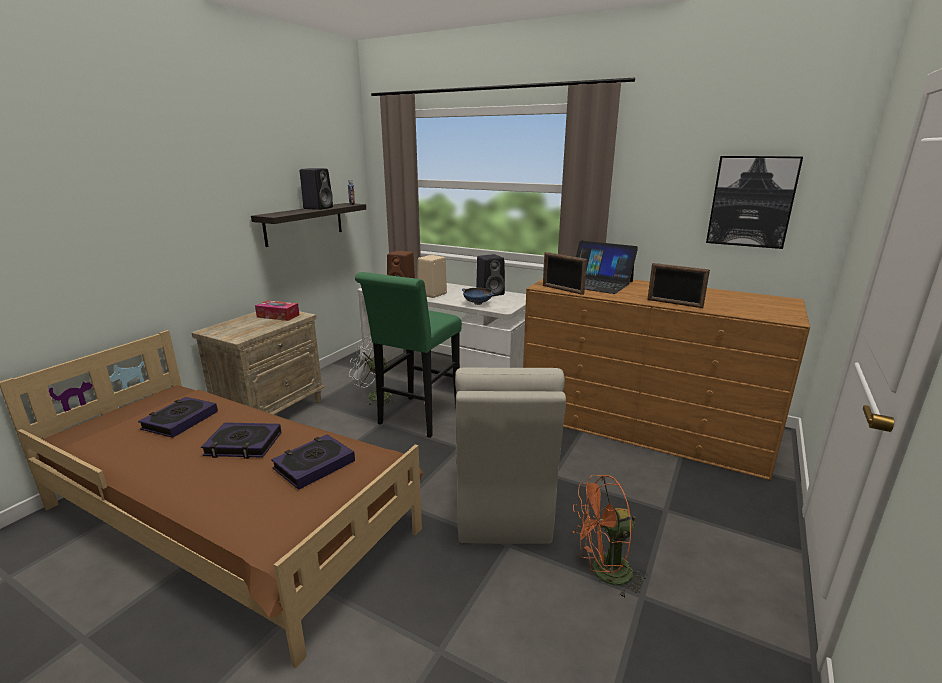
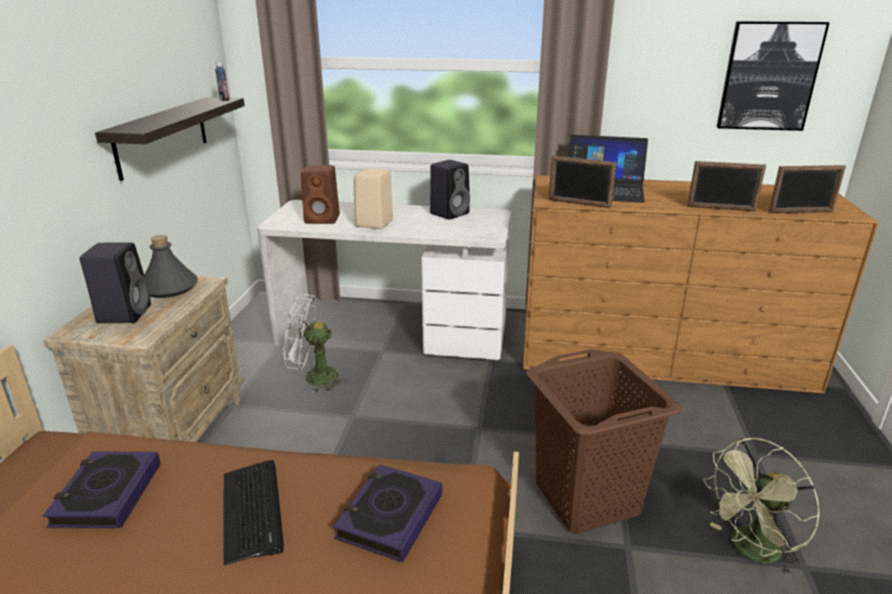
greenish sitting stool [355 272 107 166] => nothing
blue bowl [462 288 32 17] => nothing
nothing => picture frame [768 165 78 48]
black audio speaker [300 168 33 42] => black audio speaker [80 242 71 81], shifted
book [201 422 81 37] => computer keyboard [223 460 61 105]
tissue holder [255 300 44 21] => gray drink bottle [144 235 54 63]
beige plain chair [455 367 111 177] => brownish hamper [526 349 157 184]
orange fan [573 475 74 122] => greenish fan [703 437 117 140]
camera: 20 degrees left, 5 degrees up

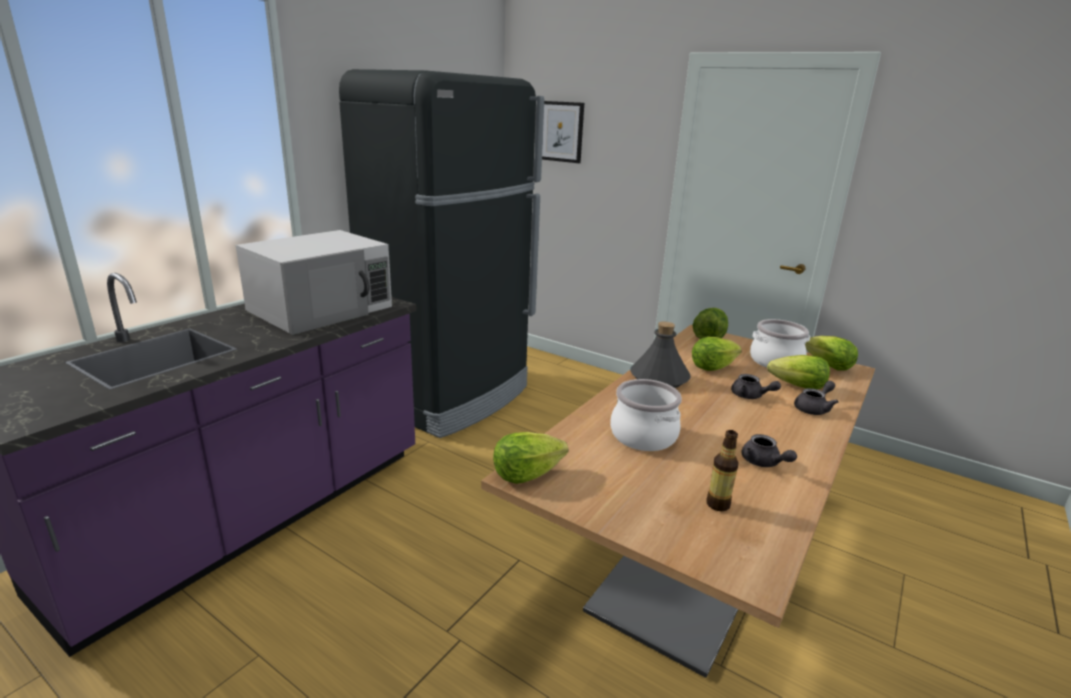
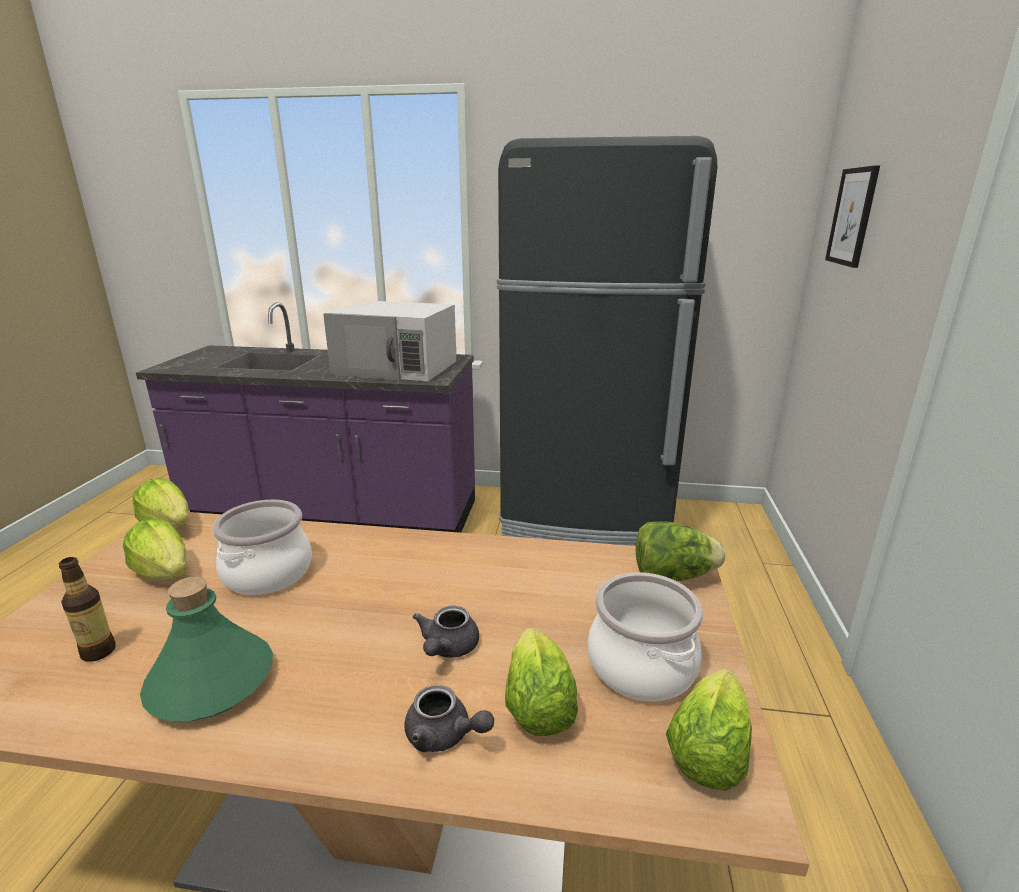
gray drink bottle [630 322 61 66] => nothing
lettuce head [692 337 50 34] => lettuce head [123 518 64 62], shifted
gray pot for tea [741 434 56 33] => greenish drink bottle [140 577 133 144]
camera: 65 degrees right, 0 degrees up

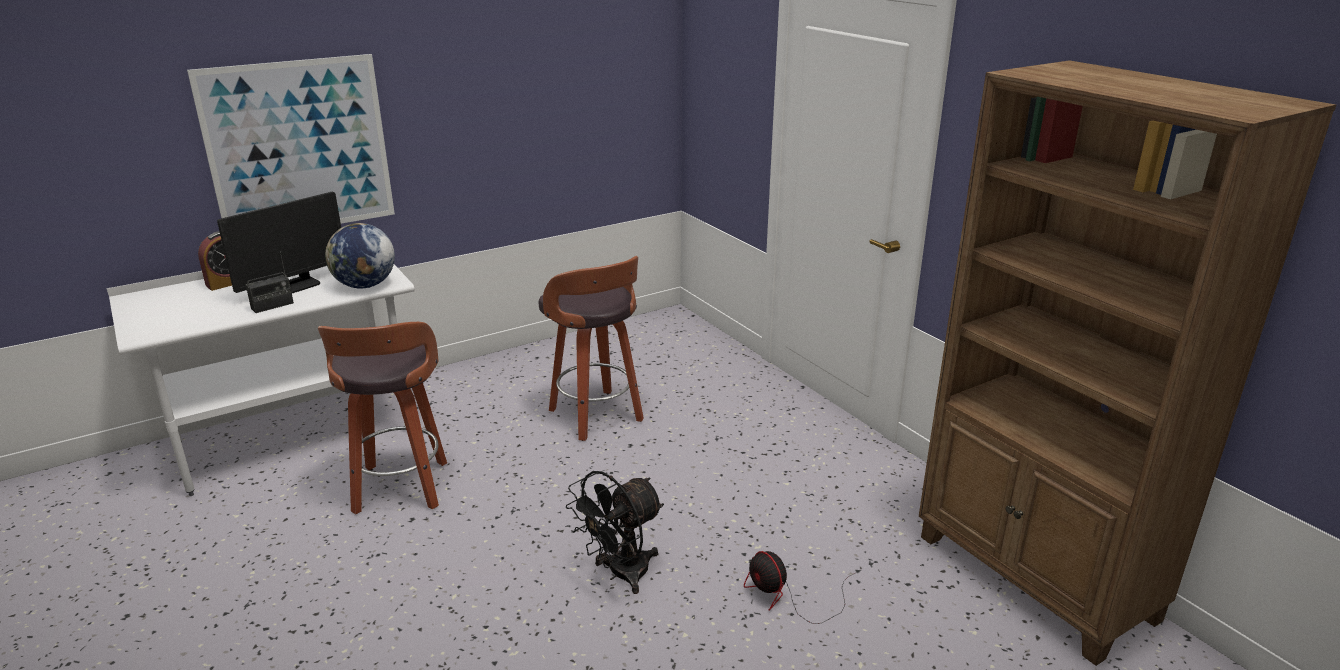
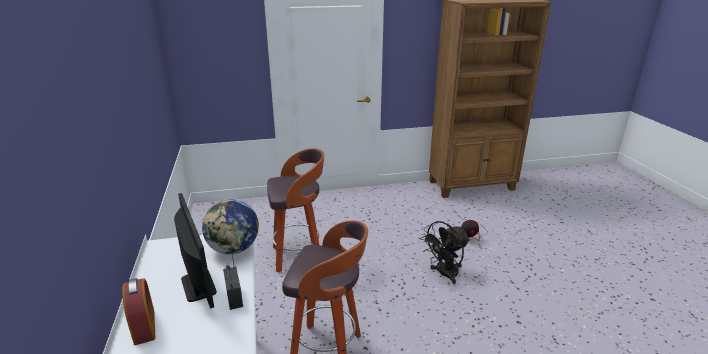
wall picture [187 54 208 170] => nothing
black fan [566 471 98 123] => black fan [420 221 50 63], 75 degrees clockwise
camera: 70 degrees left, 0 degrees up

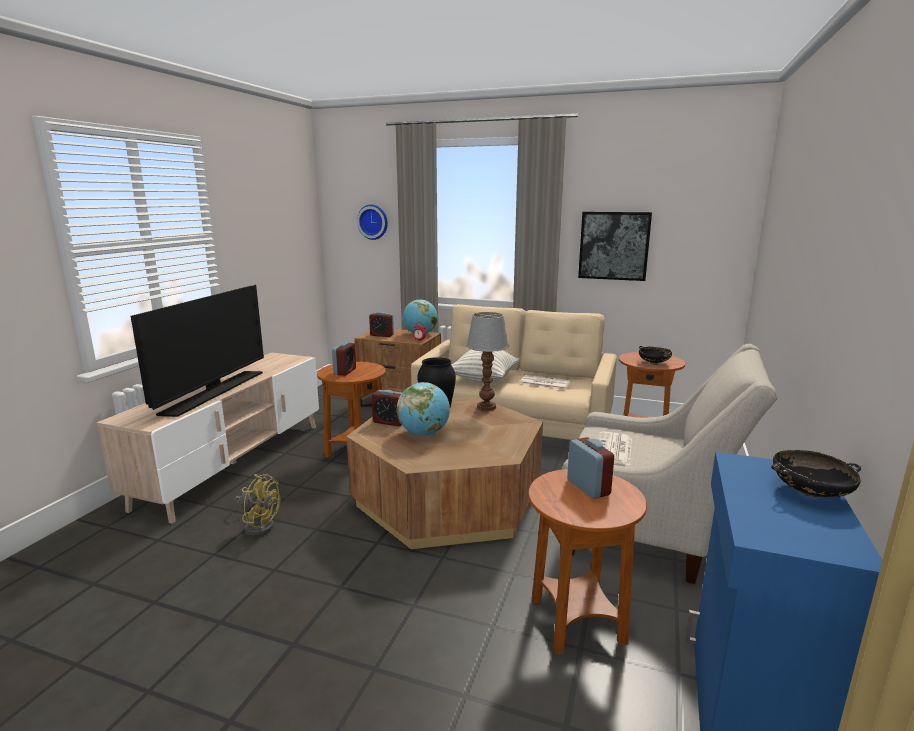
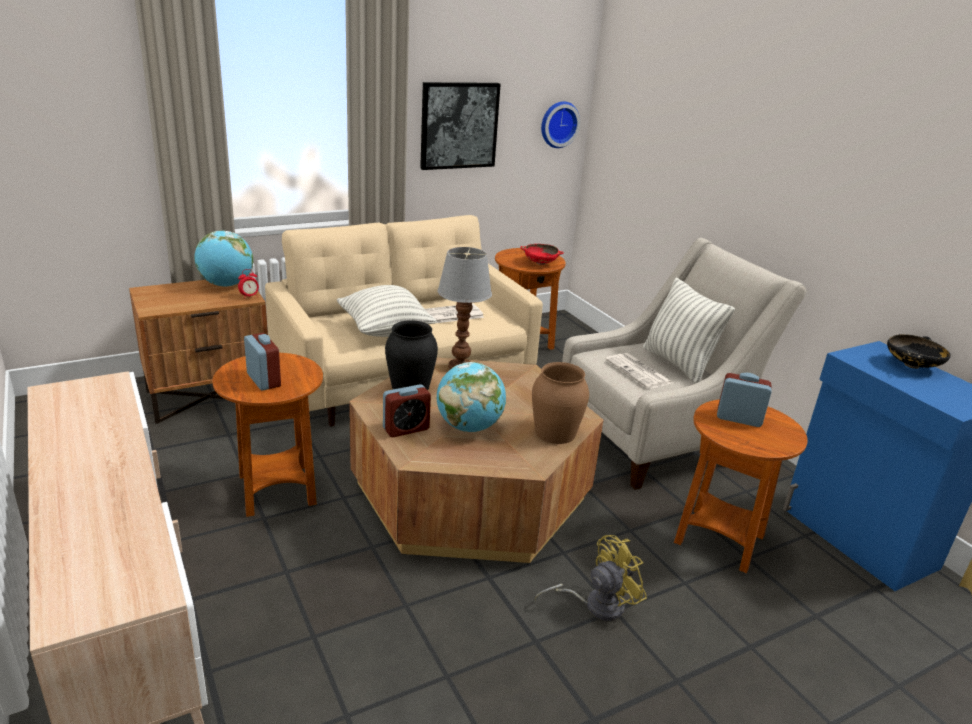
TV set [131 285 133 132] => nothing
bedside clock [369 312 25 25] => nothing
nothing => brownish flower vase [532 362 57 82]
nothing => cushion [643 278 92 105]
yellowish fan [235 474 45 63] => yellowish fan [535 535 112 86], shifted
wall clock [357 204 31 36] => wall clock [541 101 39 47], shifted
black bowl [639 346 33 19] => red bowl [520 244 44 21]
camera: 50 degrees left, 10 degrees up

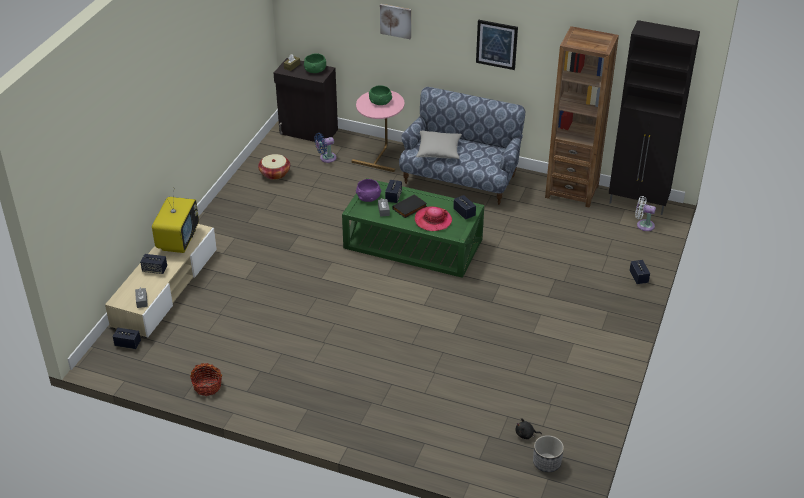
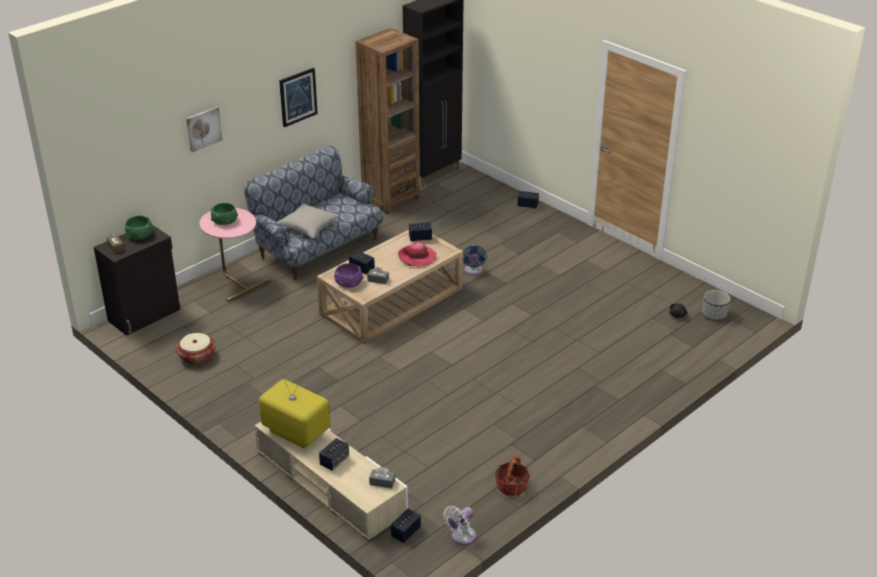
black book [392 194 35 24] => nothing
blue fan [314 133 23 30] => blue fan [463 245 24 30], shifted
white-coloured fan [635 196 21 35] => white-coloured fan [443 506 33 39], shifted
greenish coffee table [342 178 142 100] => beige coffee table [317 230 146 114]
camera: 65 degrees left, 5 degrees down

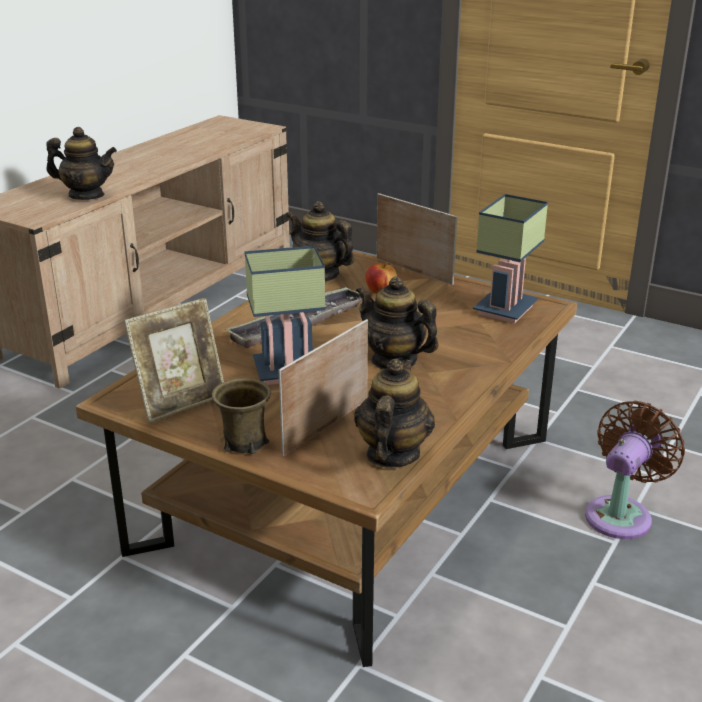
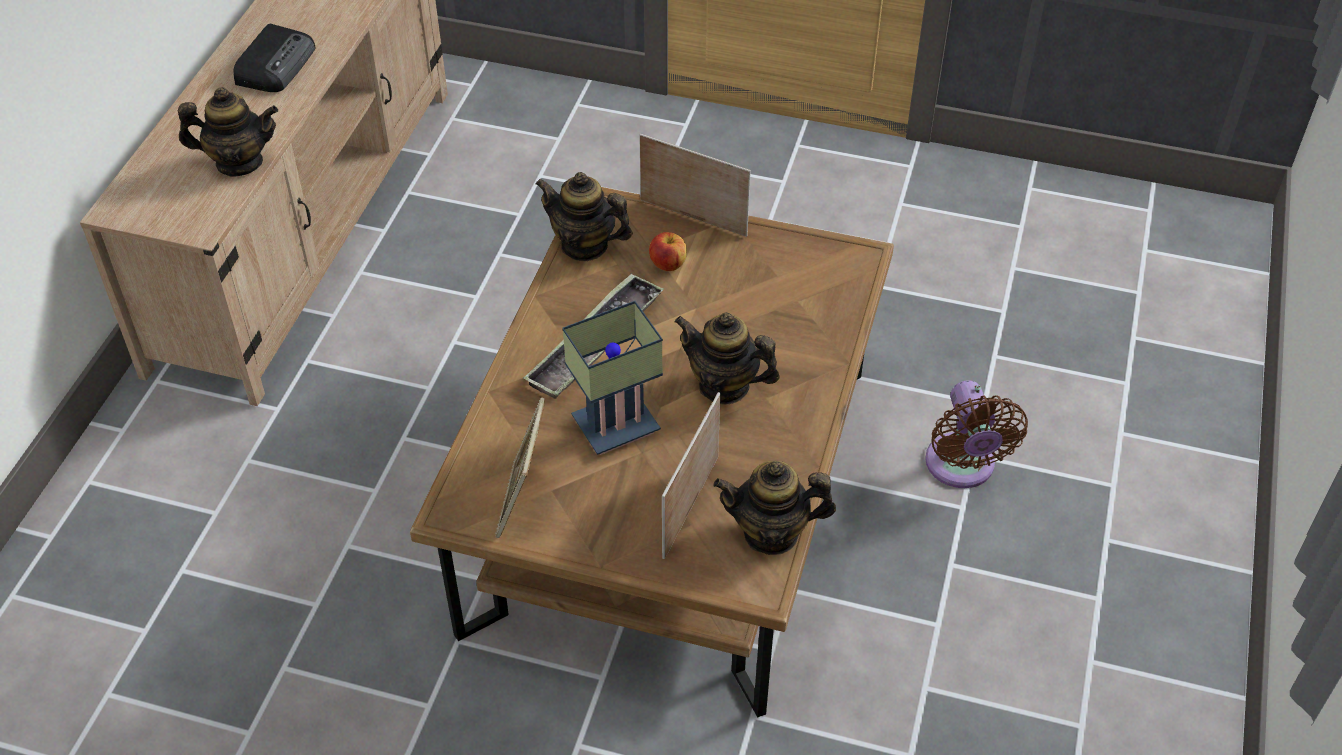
brownish coffee mug [212 378 59 76] => nothing
table lamp [473 194 75 129] => nothing
nothing => radio set [233 24 82 68]
picture frame [124 298 100 125] => picture frame [495 397 50 141], 150 degrees clockwise
pot for tea [354 359 81 109] => pot for tea [713 461 123 94], 90 degrees counterclockwise
brownish fan [585 401 100 138] => brownish fan [925 380 103 108], 150 degrees clockwise
camera: 15 degrees left, 20 degrees up

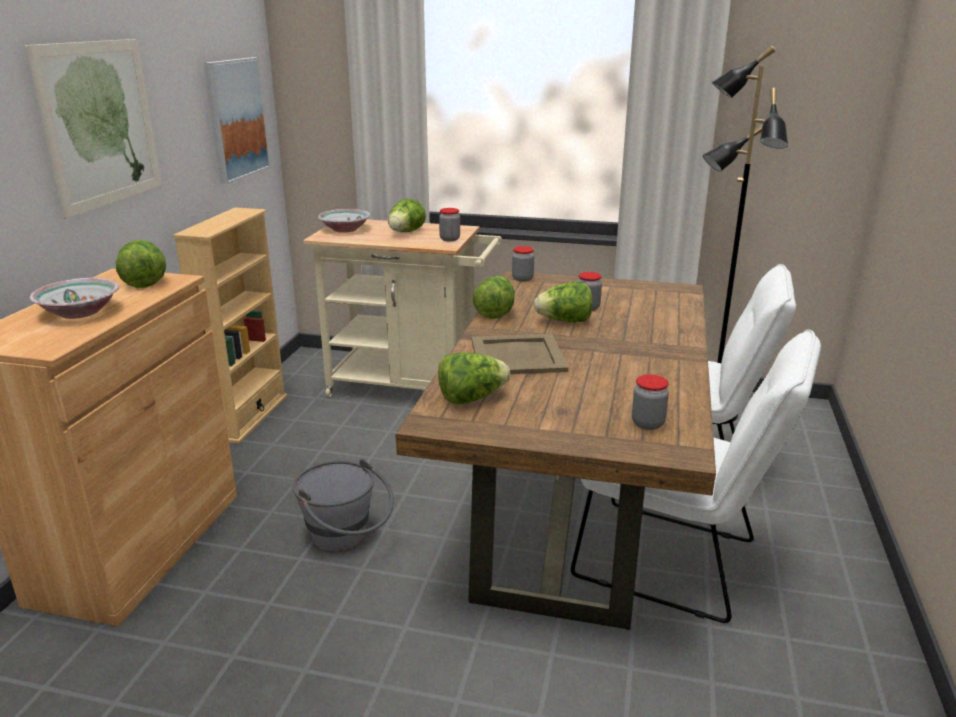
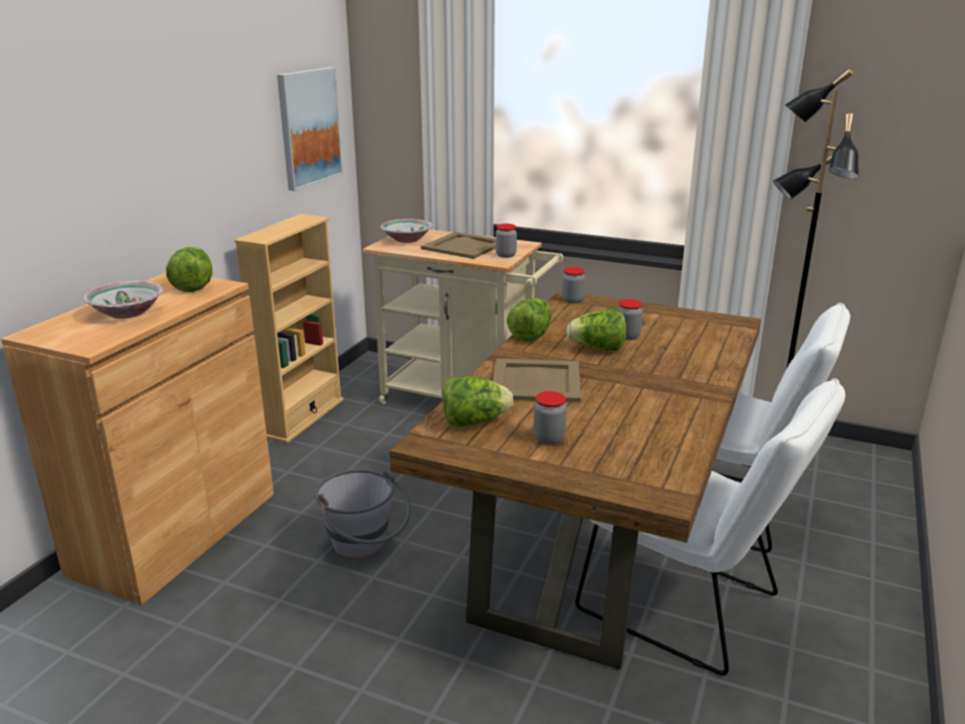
wall picture [25 39 137 180] => nothing
preserve jar [632 375 37 55] => preserve jar [533 391 34 54], shifted
lettuce head [388 199 38 33] => beige serving tray [421 232 75 27]
camera: 10 degrees right, 0 degrees up

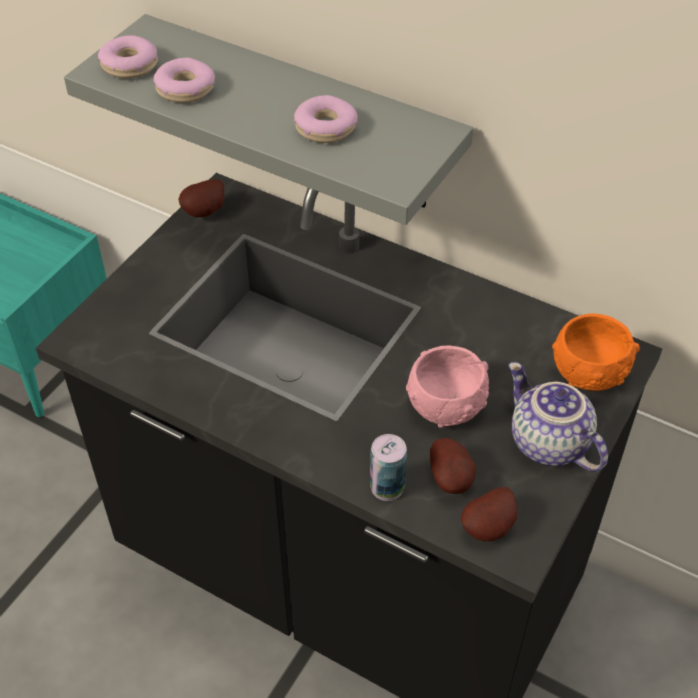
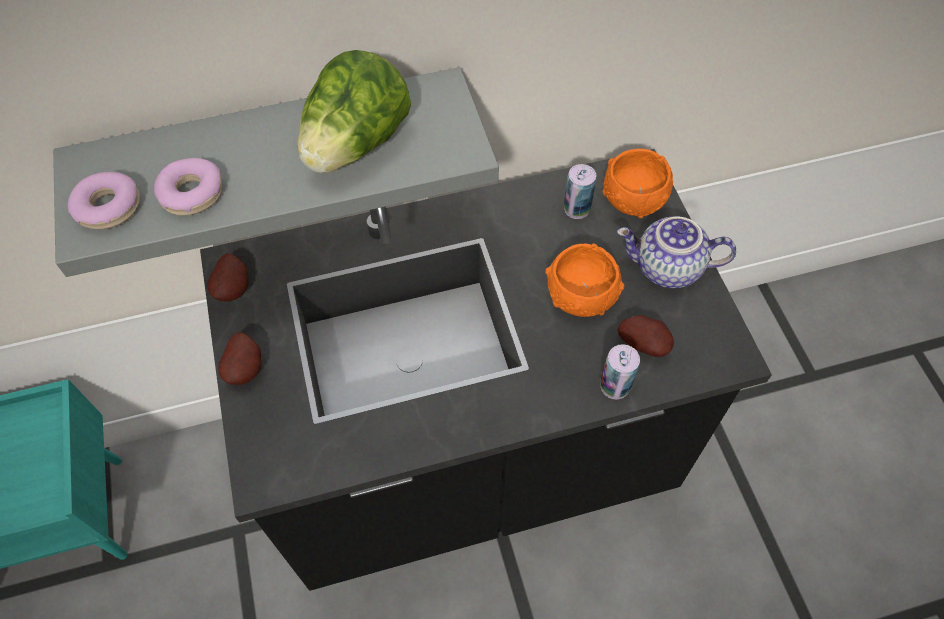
nothing => metal can [564 164 32 55]
potato [461 487 56 54] => potato [218 332 44 53], shifted
doughnut [294 95 64 48] => lettuce head [298 50 113 123]
pink-coloured bowl [406 345 83 83] => orange bowl [545 243 79 74]
camera: 45 degrees left, 10 degrees up

